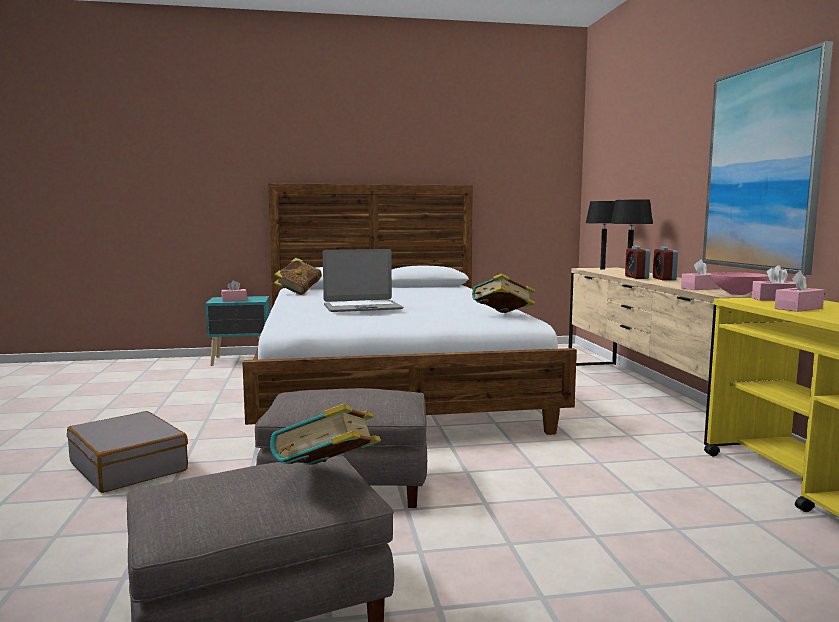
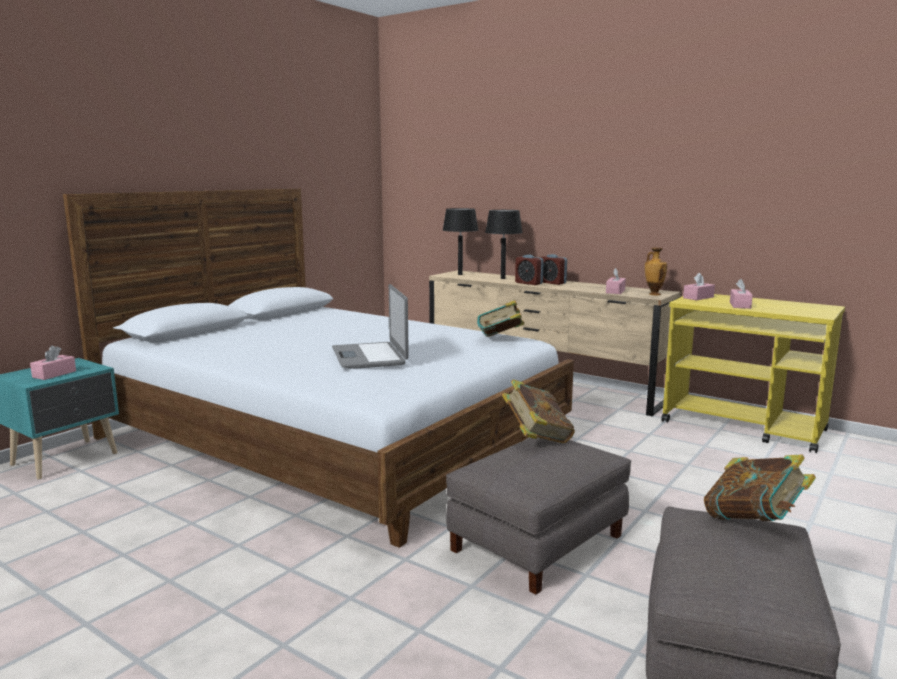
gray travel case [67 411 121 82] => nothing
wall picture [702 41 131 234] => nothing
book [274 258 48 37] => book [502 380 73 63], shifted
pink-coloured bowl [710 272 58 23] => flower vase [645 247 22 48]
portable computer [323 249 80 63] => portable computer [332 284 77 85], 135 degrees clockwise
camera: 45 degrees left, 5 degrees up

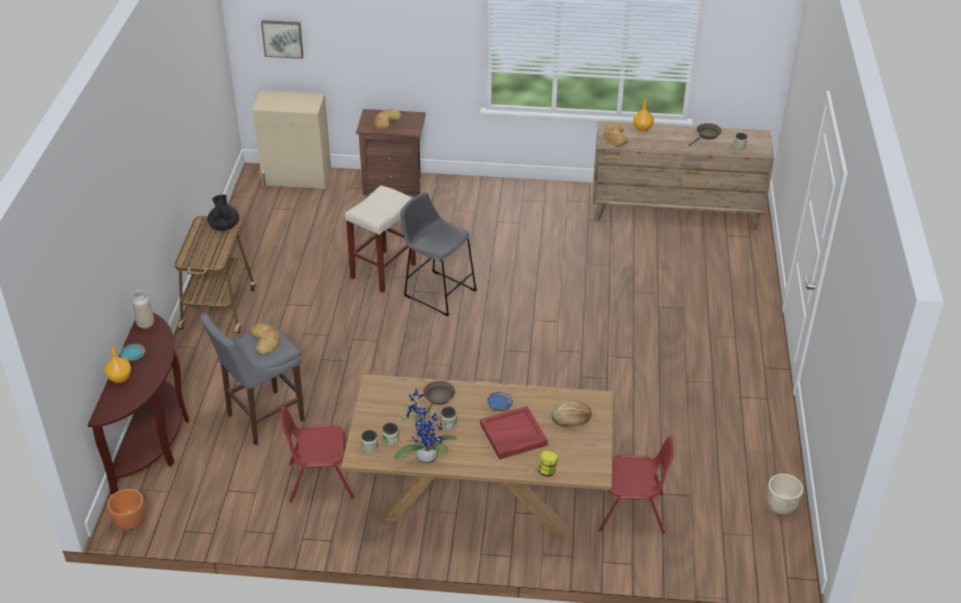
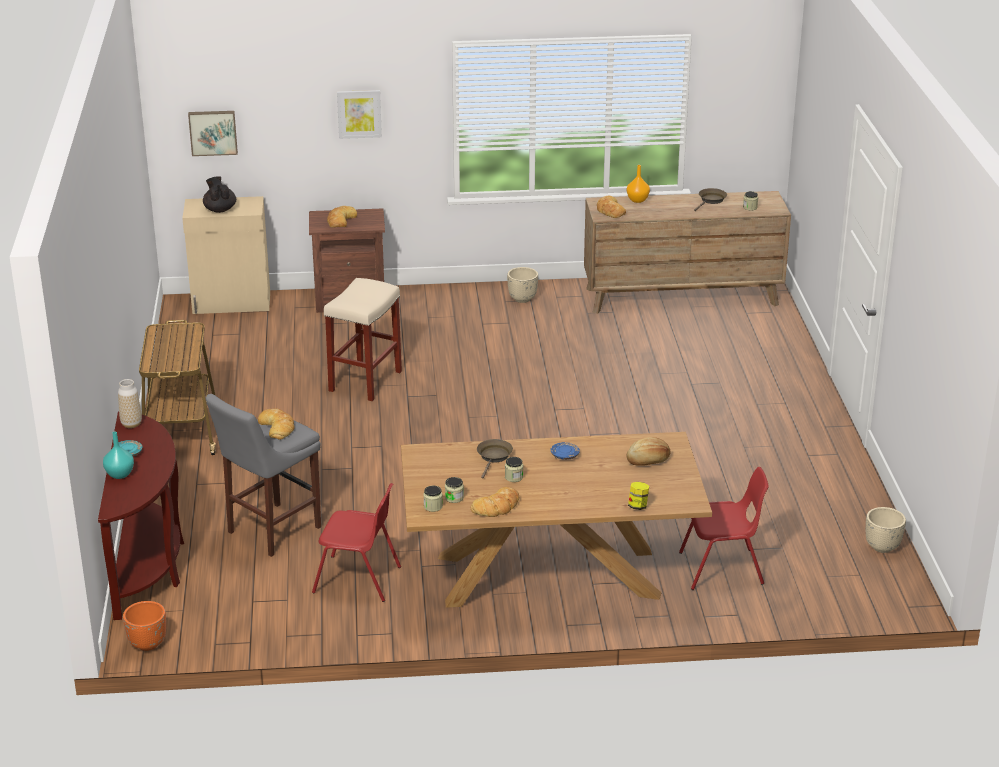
gray sitting stool [401 192 76 125] => nothing
red serving tray [480 406 68 54] => nothing
nothing => wall picture [337 90 45 49]
nothing => beige plant pot [507 267 31 36]
black pot for tea [208 194 31 36] => black pot for tea [203 176 33 37], shifted
plant in a pot [394 389 62 75] => bread [471 487 48 30]
orange flower vase [104 346 27 37] => turquoise-coloured flower vase [103 432 31 47]
red plain chair [281 406 73 96] => red plain chair [312 483 89 119], 150 degrees counterclockwise
camera: 10 degrees left, 10 degrees down

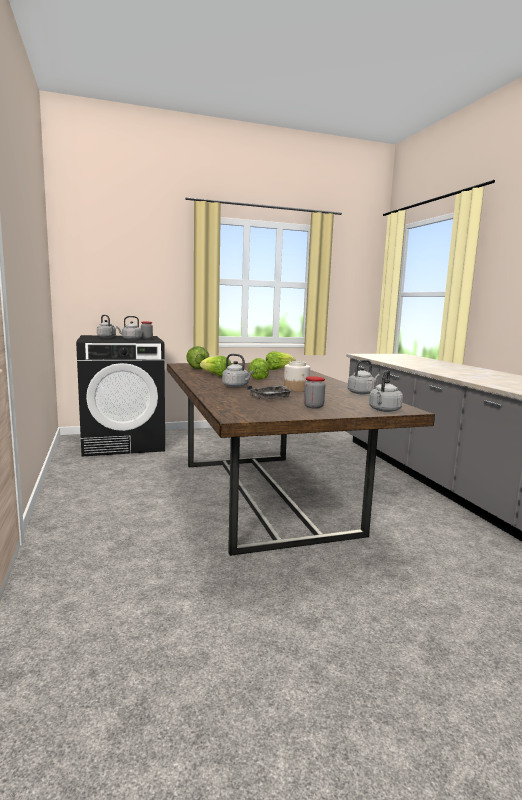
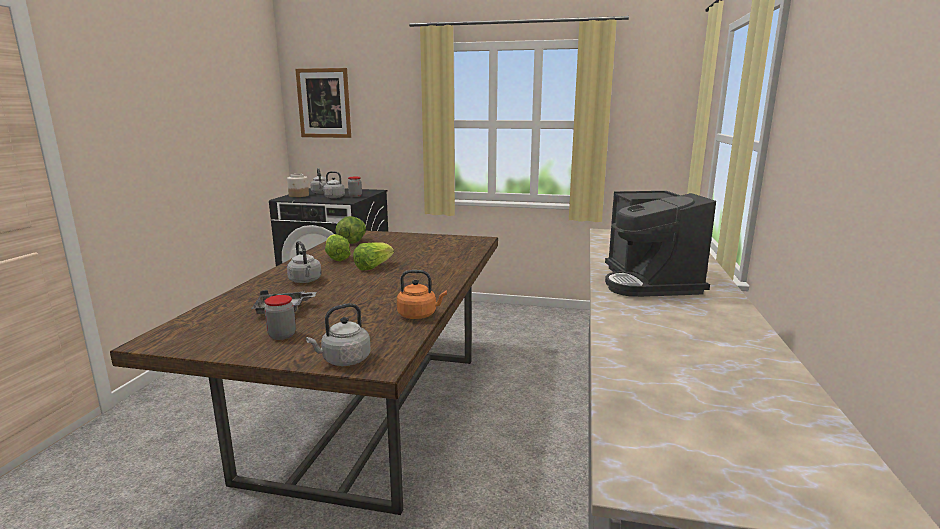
lettuce head [266 351 29 19] => nothing
nothing => wall picture [295 68 56 70]
nothing => coffee maker [605 191 111 106]
preserve jar [284 361 26 31] => preserve jar [287 174 22 23], shifted
gray tea kettle [348 360 32 35] => orange tea kettle [397 270 50 49]
camera: 30 degrees right, 5 degrees up

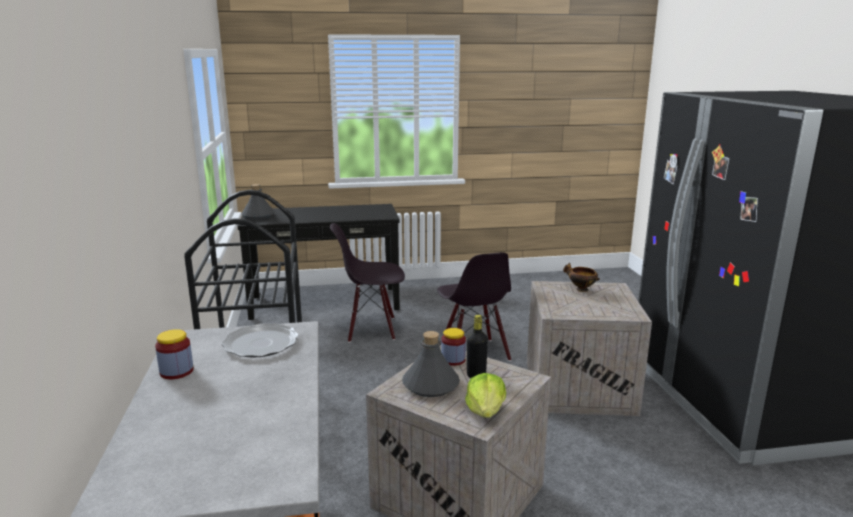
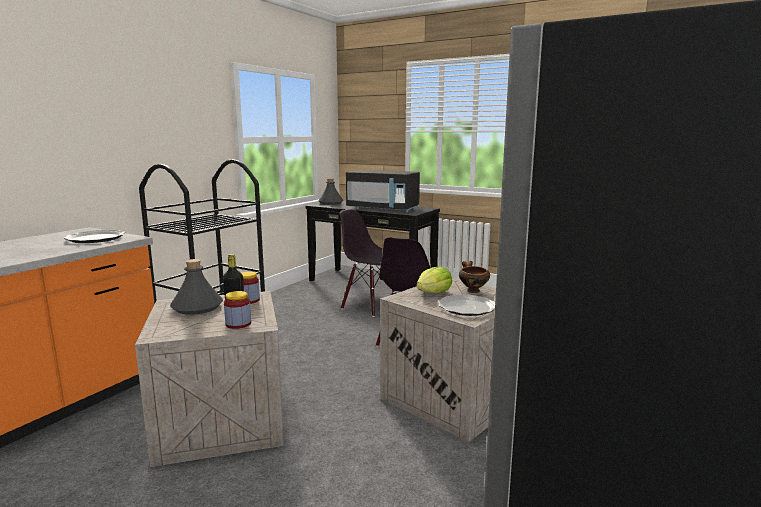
nothing => black kitchen microwave [346 170 74 42]
nothing => flat dish [438 295 57 21]
preserve jar [155 329 39 50] => preserve jar [224 291 27 38], shifted
lettuce head [465 373 41 45] => lettuce head [417 266 35 27], shifted
camera: 40 degrees right, 5 degrees down

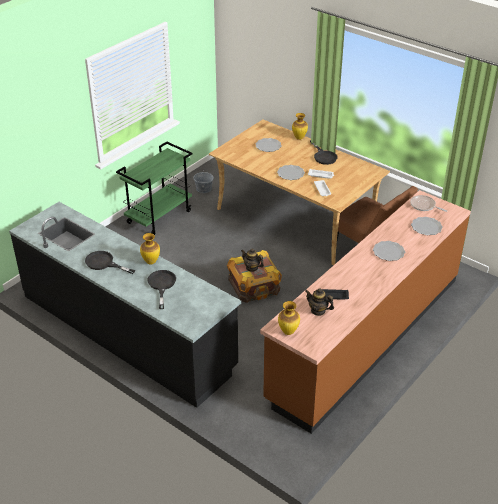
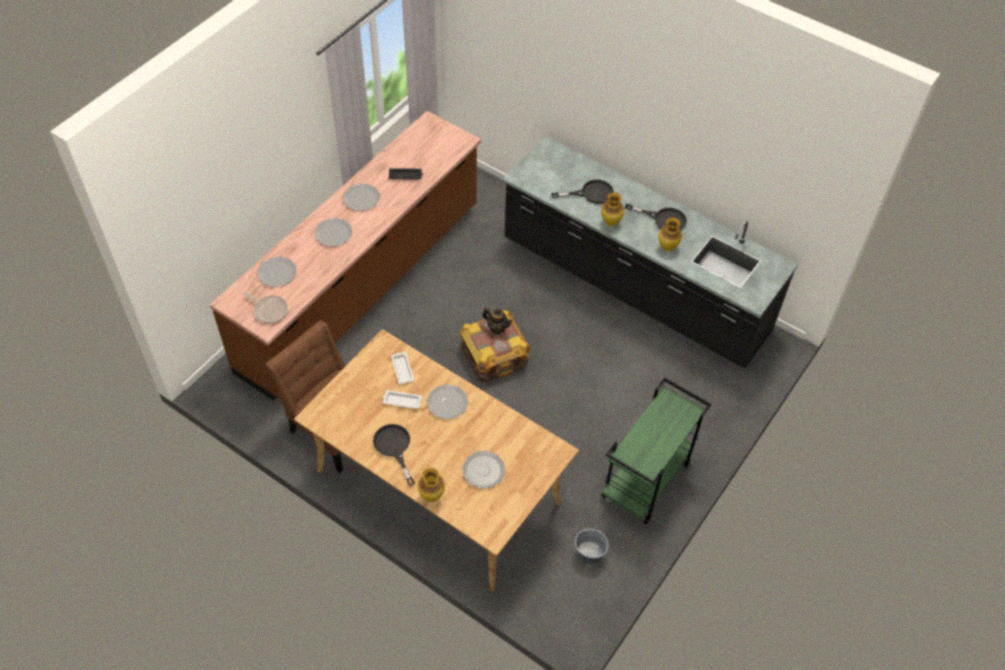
pot for tea [305 288 29 28] => nothing
nothing => flat dish [343 184 37 27]
flower vase [278 301 22 34] => flower vase [659 217 23 35], shifted
black skillet [147 270 29 39] => black skillet [551 179 63 25], 90 degrees counterclockwise
camera: 175 degrees right, 15 degrees up

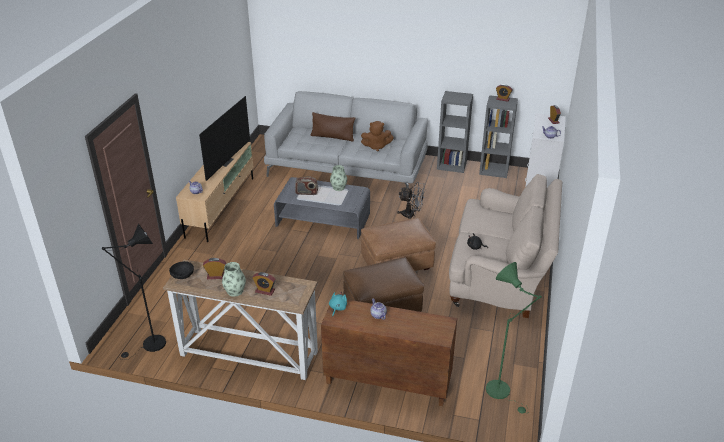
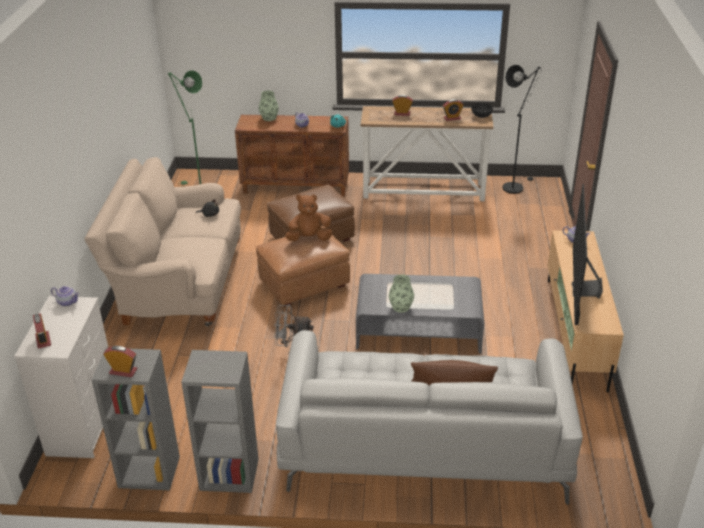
radio set [295 176 23 19] => nothing
flower vase [222 262 24 35] => flower vase [259 90 20 31], shifted
brownish plush toy [361 121 33 31] => brownish plush toy [285 194 47 48], shifted
camera: 170 degrees right, 0 degrees up

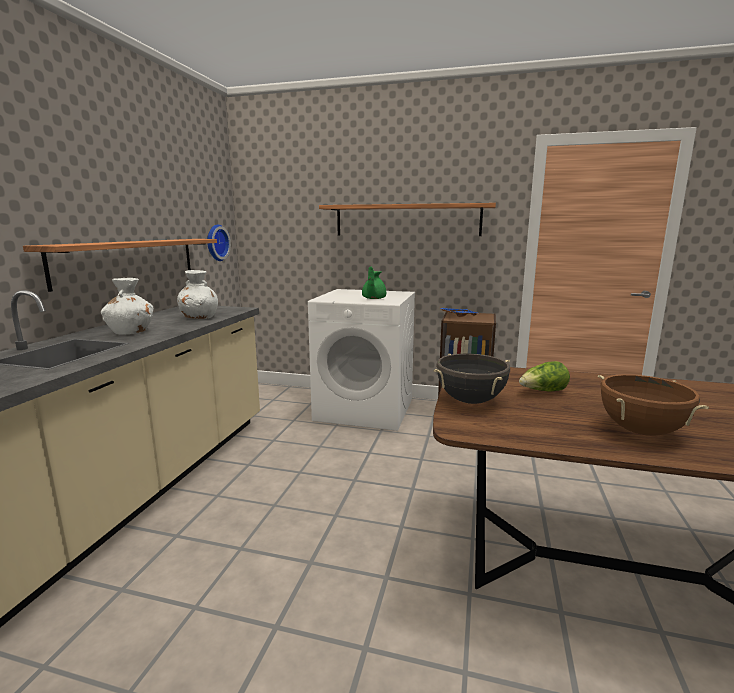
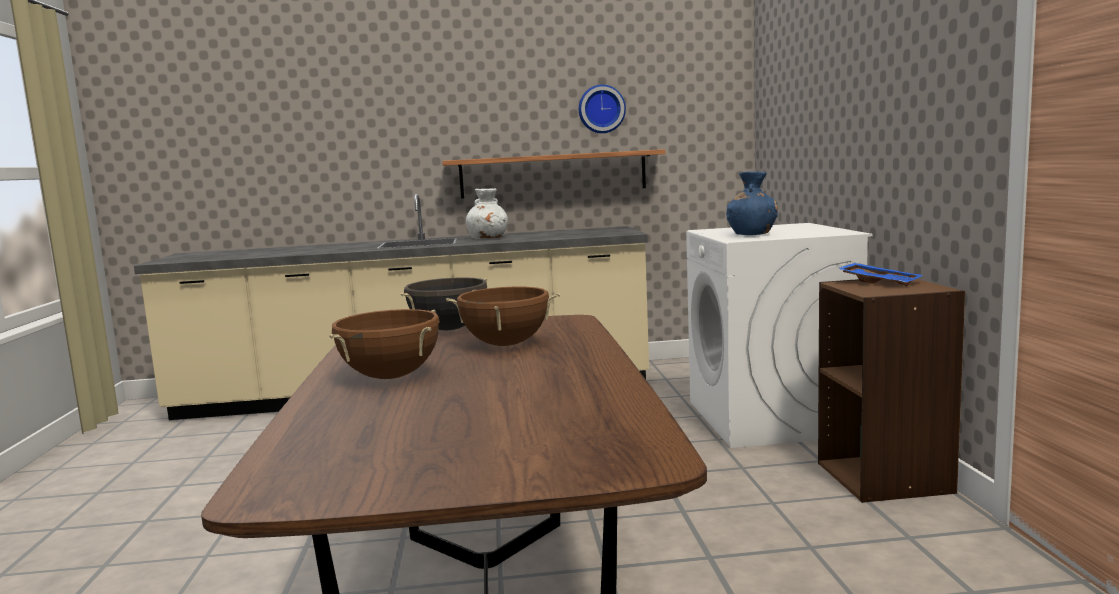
white-coloured flower vase [177 270 41 49] => nothing
bracket shelf [319 203 177 33] => nothing
wall clock [207 225 24 36] => wall clock [579 84 47 49], shifted
greenish pot for tea [362 267 24 32] => blue flower vase [726 172 52 63]
lettuce head [519 361 51 30] => brownish saucepot [446 287 114 59]
camera: 70 degrees right, 5 degrees down

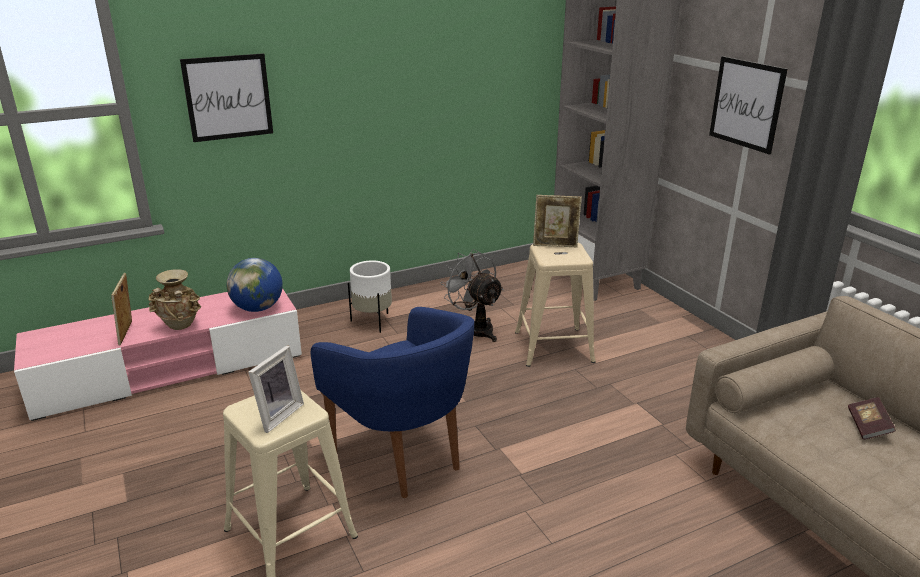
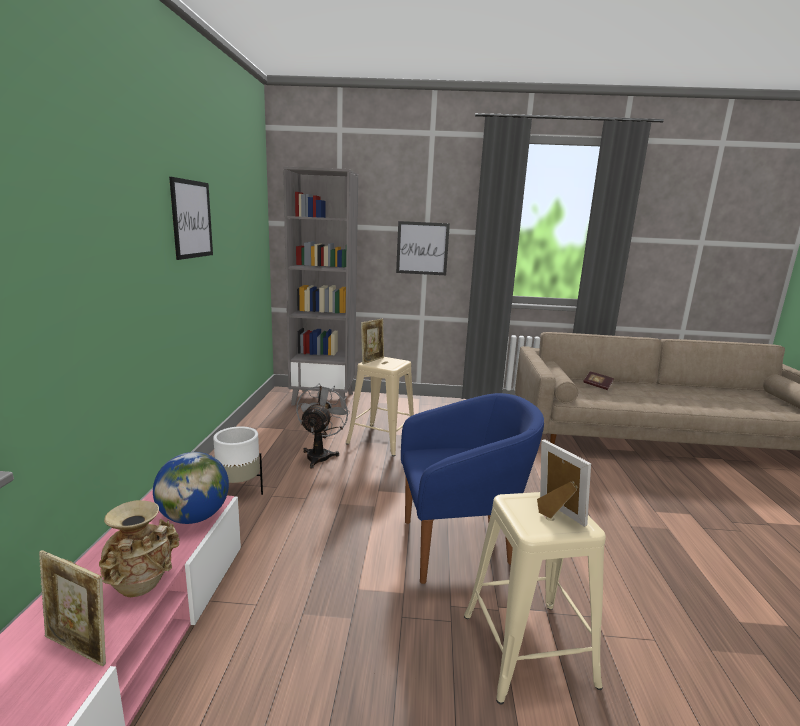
wall picture [180 53 93 89] => wall picture [169 177 44 83], shifted
gray fan [440 249 64 93] => gray fan [296 383 54 86], 105 degrees clockwise
camera: 60 degrees left, 10 degrees down

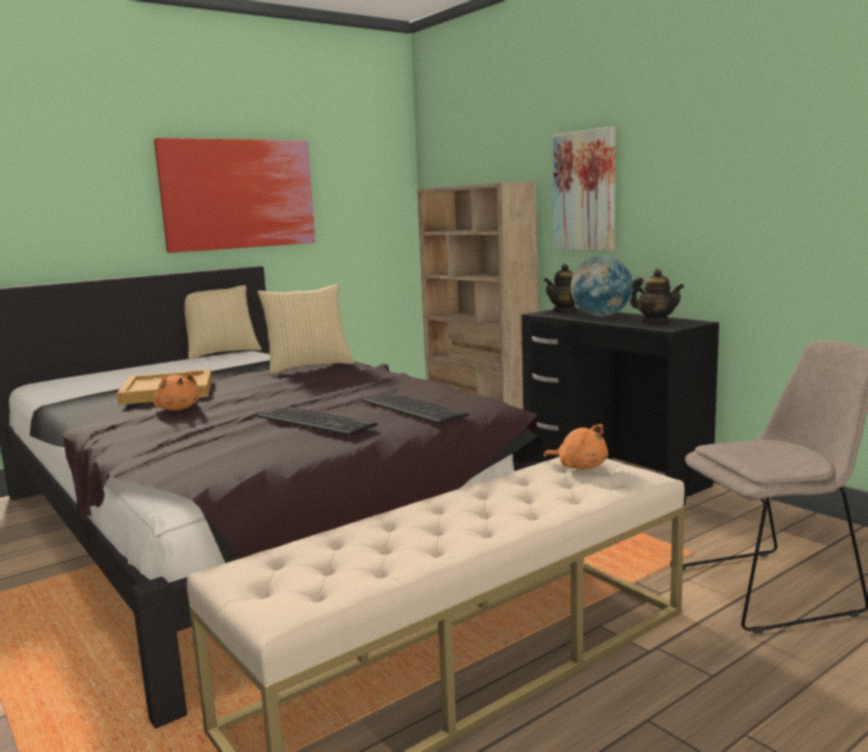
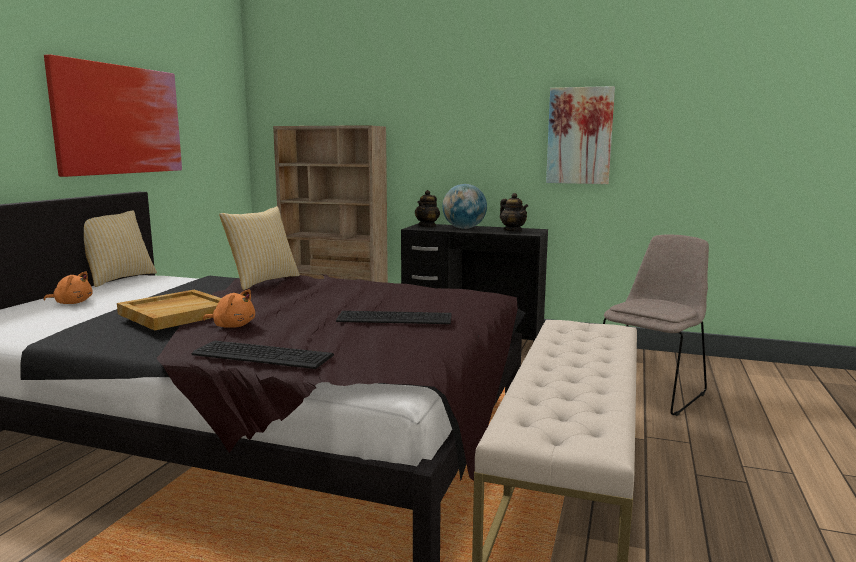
computer keyboard [362 392 107 32] => computer keyboard [192 341 142 28], shifted
orange plush toy [544 424 64 45] => orange plush toy [44 272 49 32], shifted
wall picture [553 127 63 124] => wall picture [546 86 69 98], shifted
pot for tea [630 269 54 55] => pot for tea [500 193 28 39], 45 degrees clockwise
camera: 35 degrees left, 0 degrees up

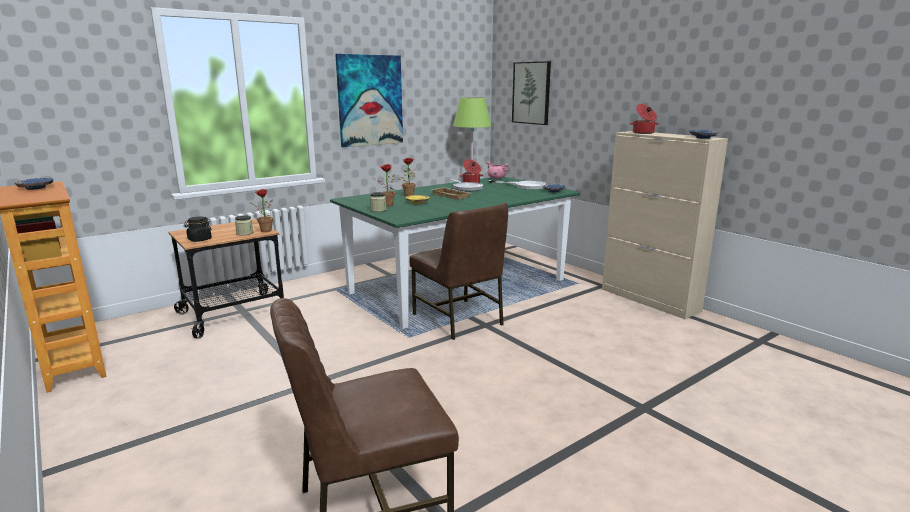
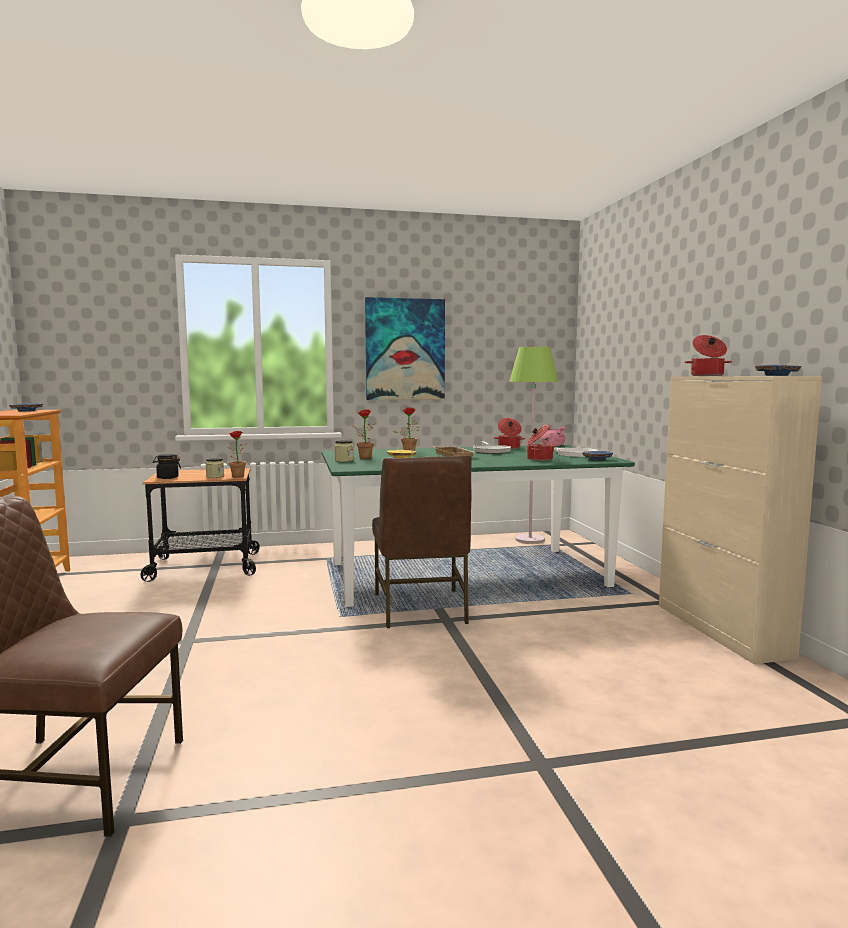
wall picture [512 61 39 64] => nothing
nothing => saucepot [527 425 27 36]
camera: 25 degrees right, 10 degrees down

